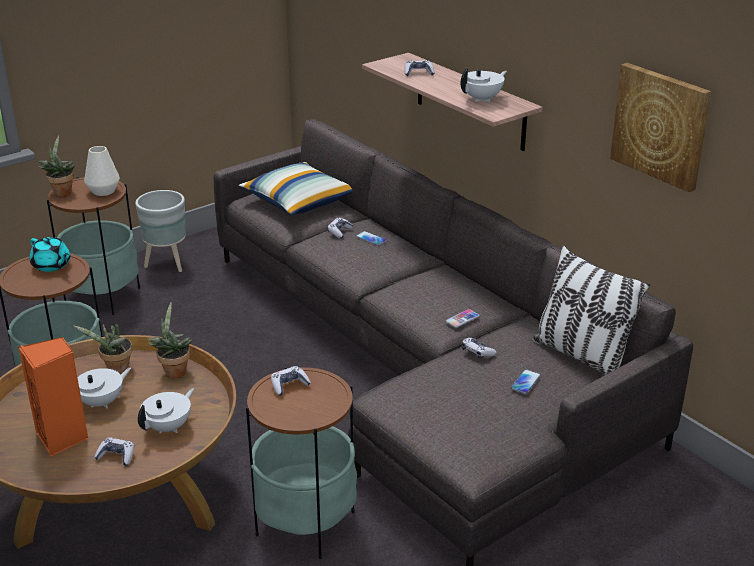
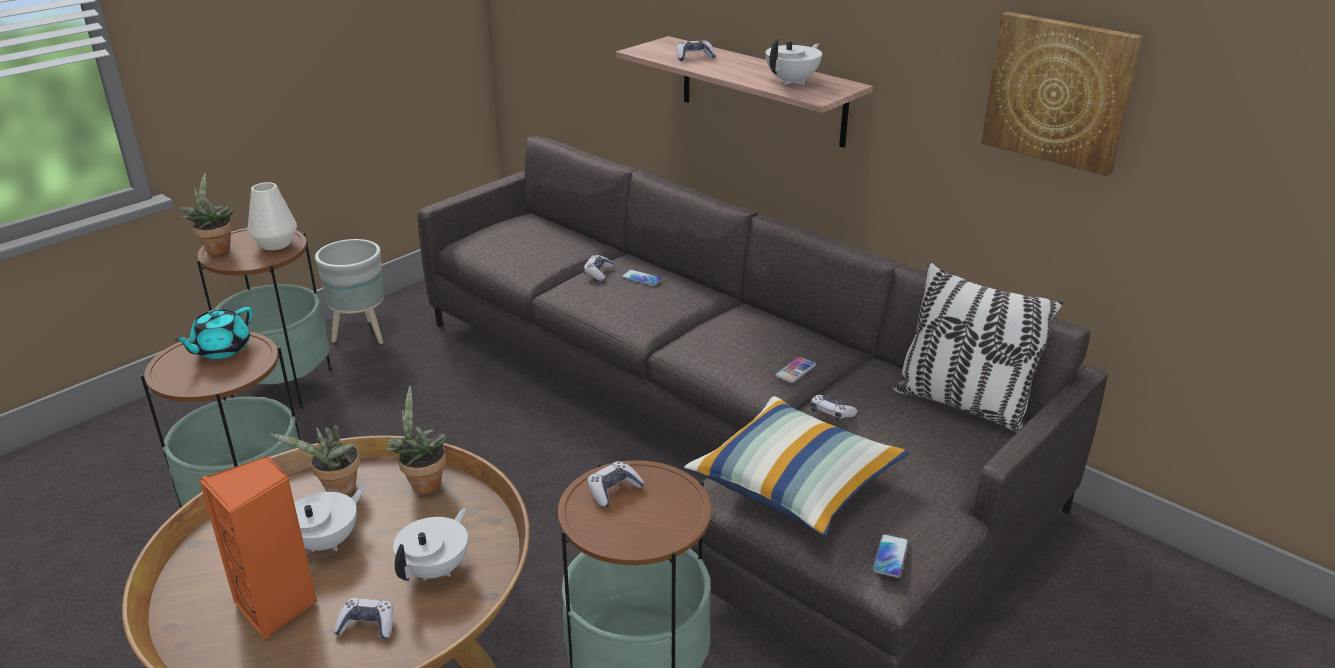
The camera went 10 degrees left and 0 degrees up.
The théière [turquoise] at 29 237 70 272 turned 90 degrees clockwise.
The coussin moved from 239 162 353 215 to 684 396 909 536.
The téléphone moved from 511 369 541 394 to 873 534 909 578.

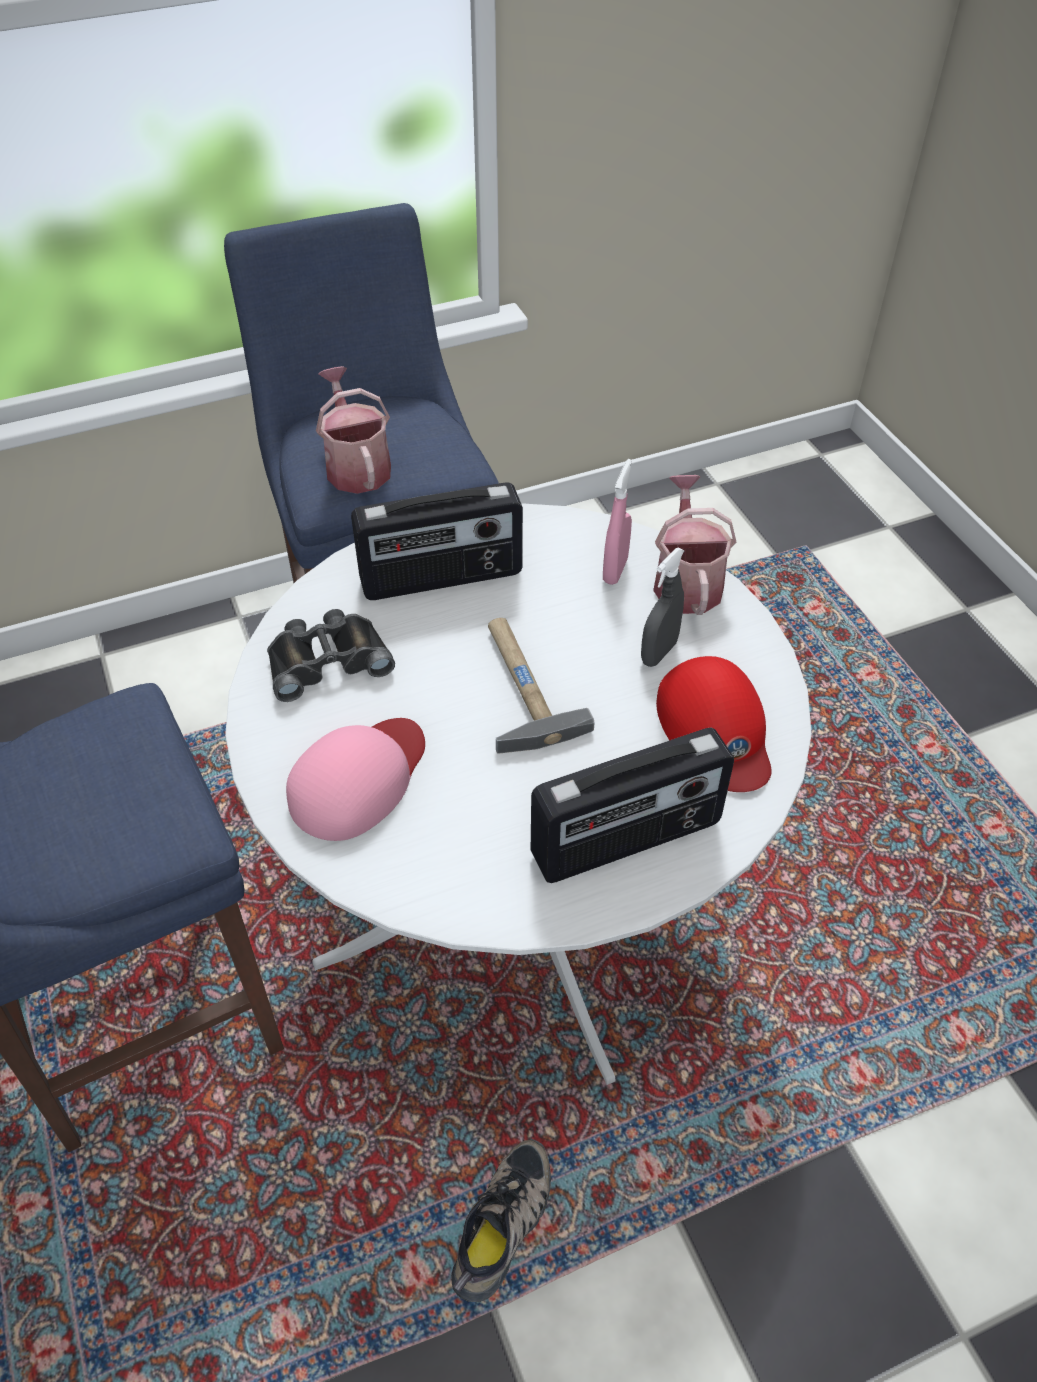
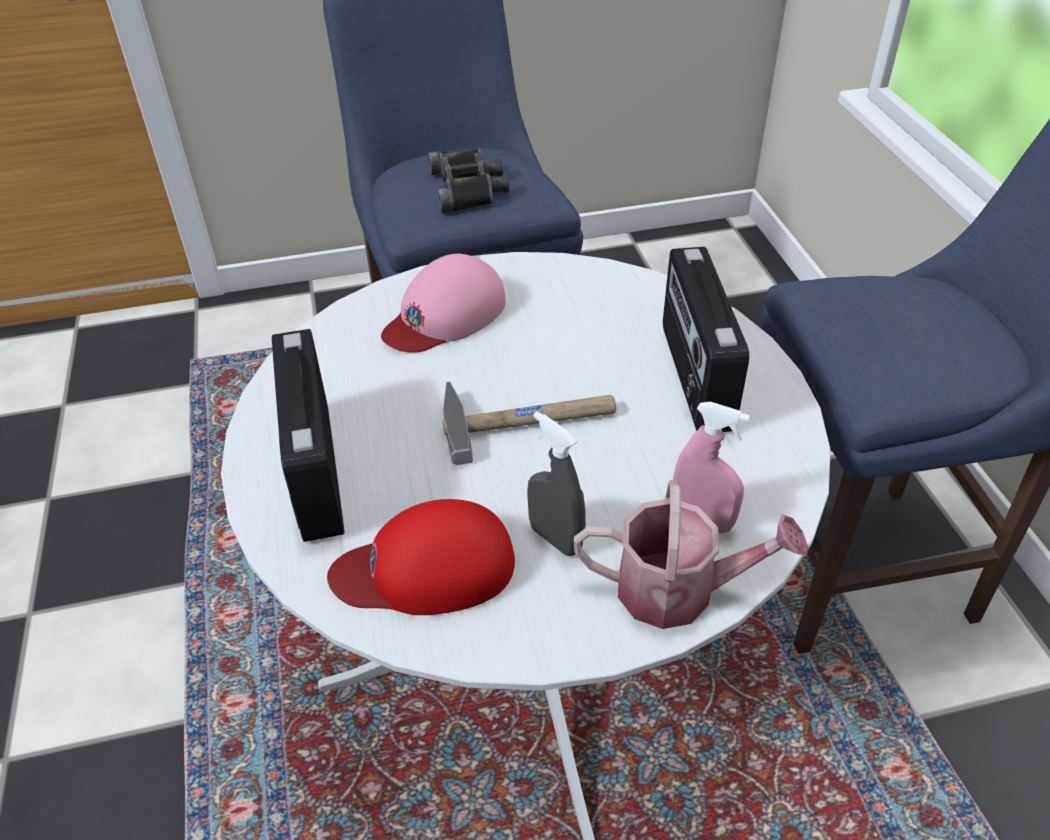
The camera went 100 degrees right and 5 degrees down.
The jumelles [noir] moved from 267 609 395 702 to 428 148 509 213.
The casquette [rose] at 286 718 425 841 turned 90 degrees clockwise.
The arrosoir at 316 366 391 494 disappeared.
The chaussure at 451 1138 551 1302 disappeared.

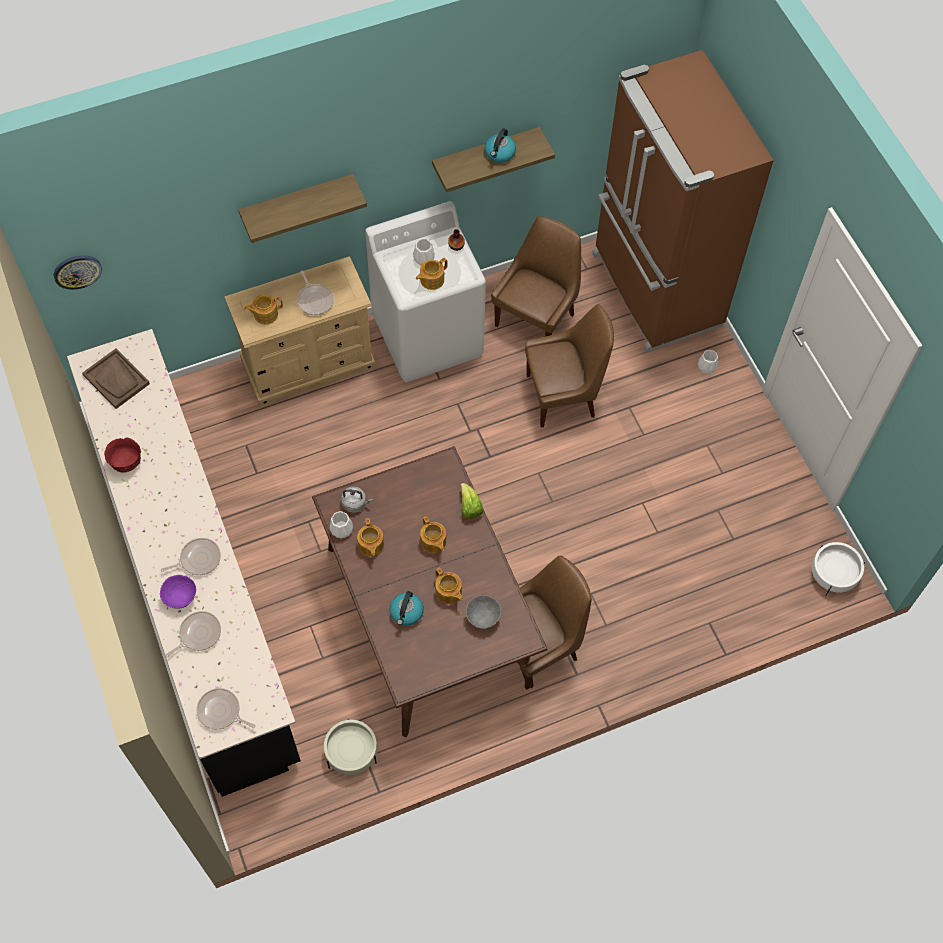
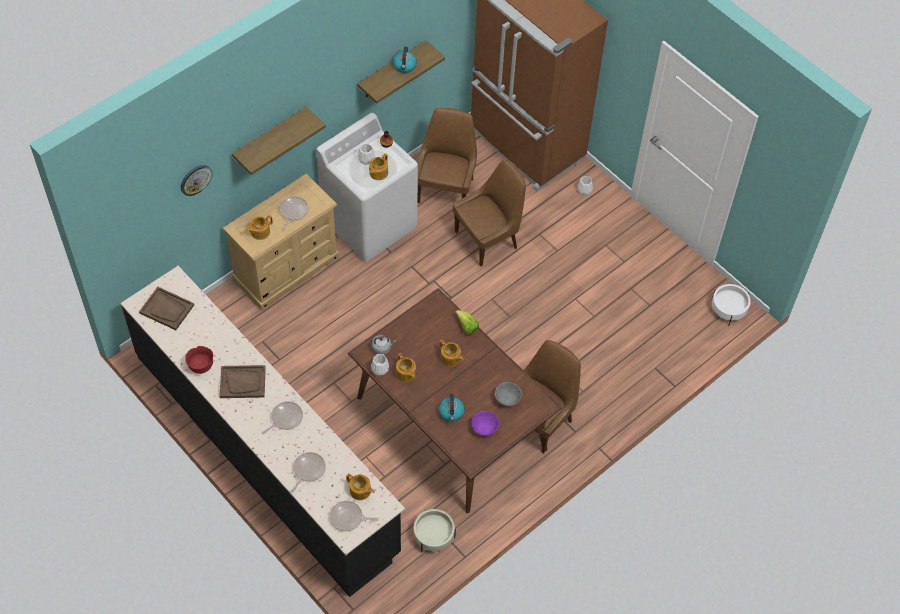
The camera went 20 degrees left and 5 degrees down.
The horloge murale moved from 54 255 102 290 to 181 165 213 196.
The bol [violet] moved from 160 575 196 609 to 472 411 499 436.
The poêle at 297 270 334 315 turned 120 degrees counterclockwise.
The théière moved from 435 568 463 604 to 346 473 375 500.
The plateau [marron] at 220 365 266 398 appeared.

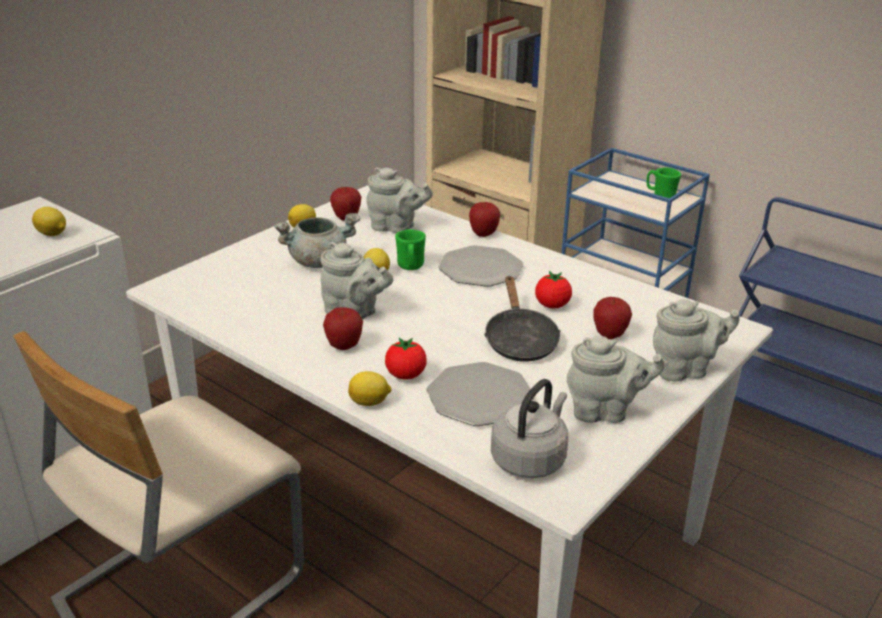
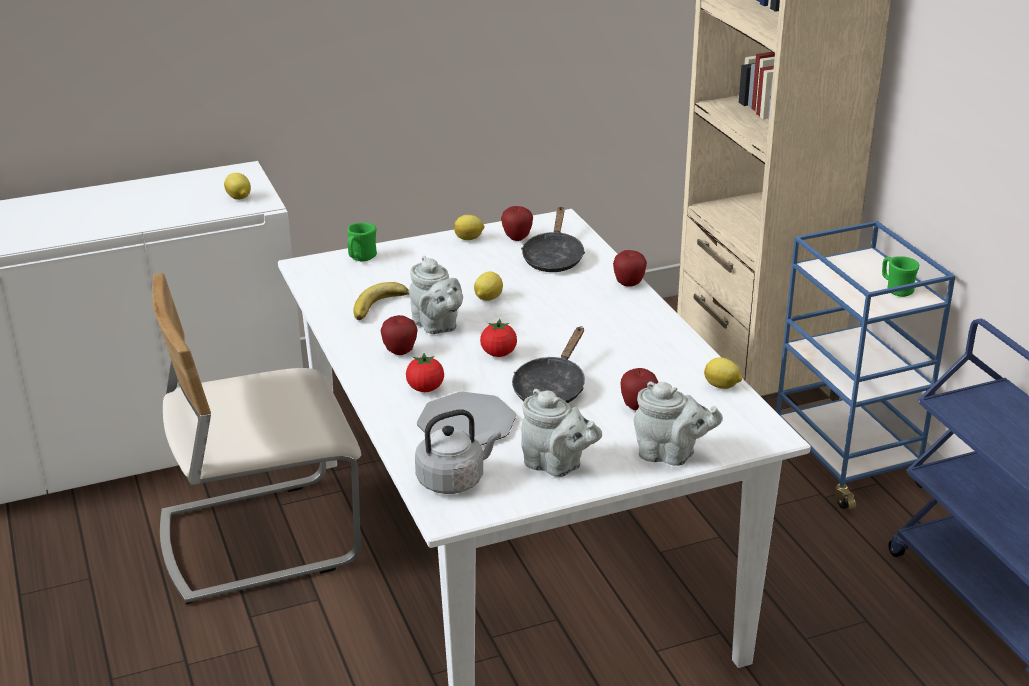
The camera went 30 degrees right and 0 degrees up.
The marmite [gris] at 274 213 360 268 disappeared.
The citron moved from 348 371 392 406 to 704 357 742 389.
The théière [gris] at 366 167 433 233 was replaced by the poêle [noir] at 521 207 585 272.
The mug [vert] moved from 395 229 426 270 to 347 223 377 262.
The assiette at 438 245 523 287 disappeared.
The tomate moved from 535 271 572 309 to 480 319 517 357.
The banane at 353 282 410 320 appeared.

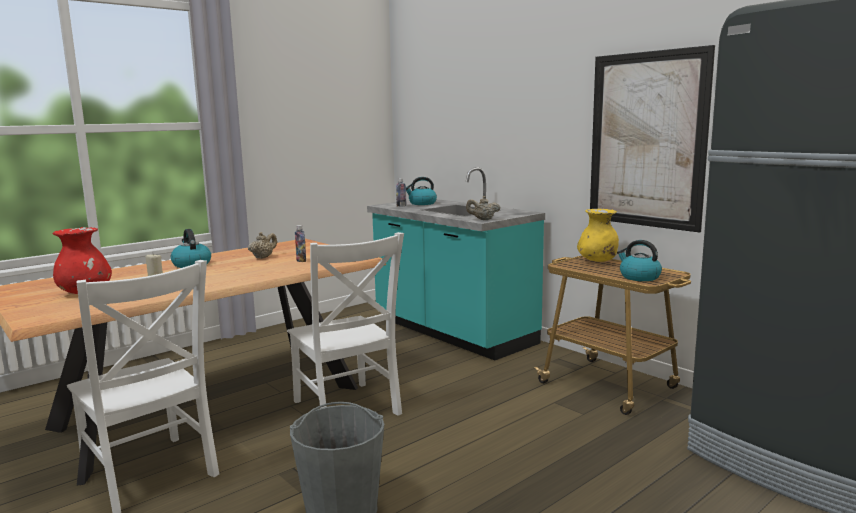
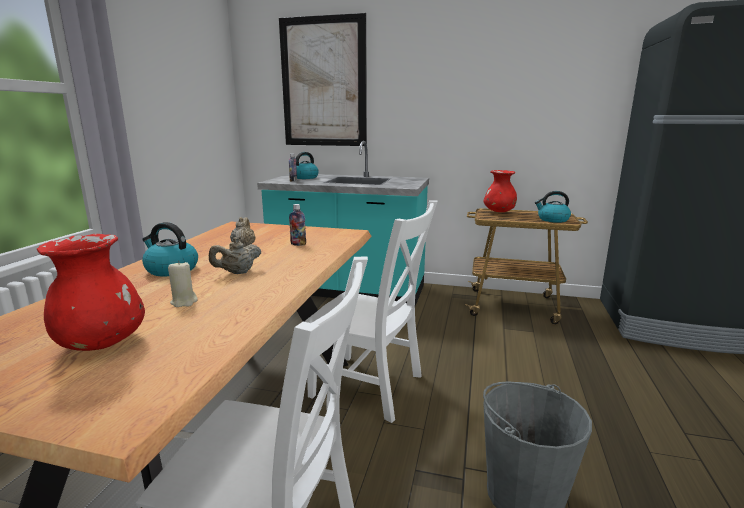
The camera went 35 degrees left and 5 degrees up.
The théière [beige] moved from 466 196 501 220 to 209 237 261 274.
The vase [jaune] at 577 209 619 262 became the vase [rouge] at 483 170 517 212.
The tableau moved from 590 45 715 233 to 279 13 367 146.

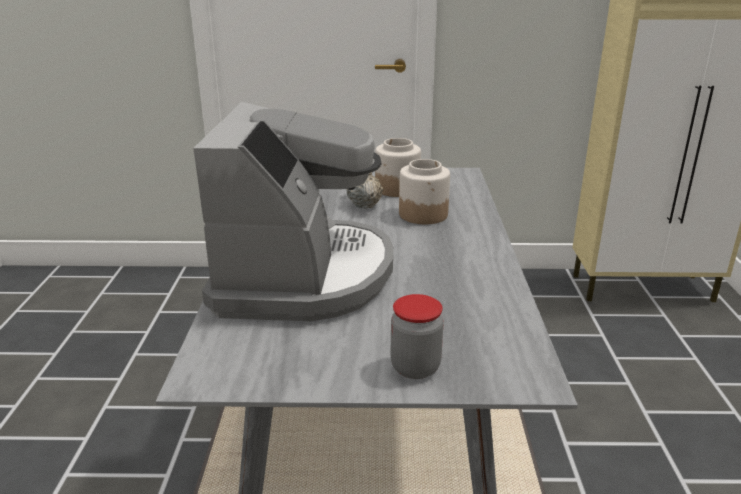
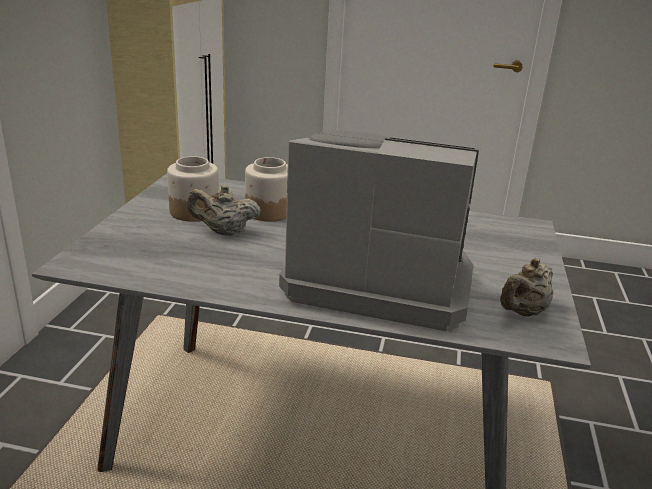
The camera went 80 degrees left and 0 degrees up.
The bocal at 390 294 444 379 disappeared.
The théière [beige] at 500 258 553 317 appeared.

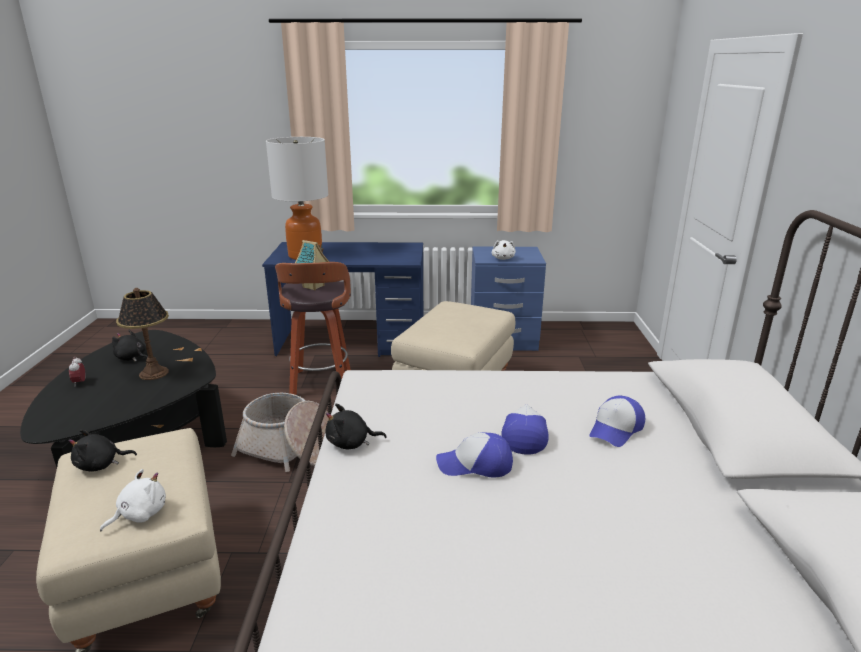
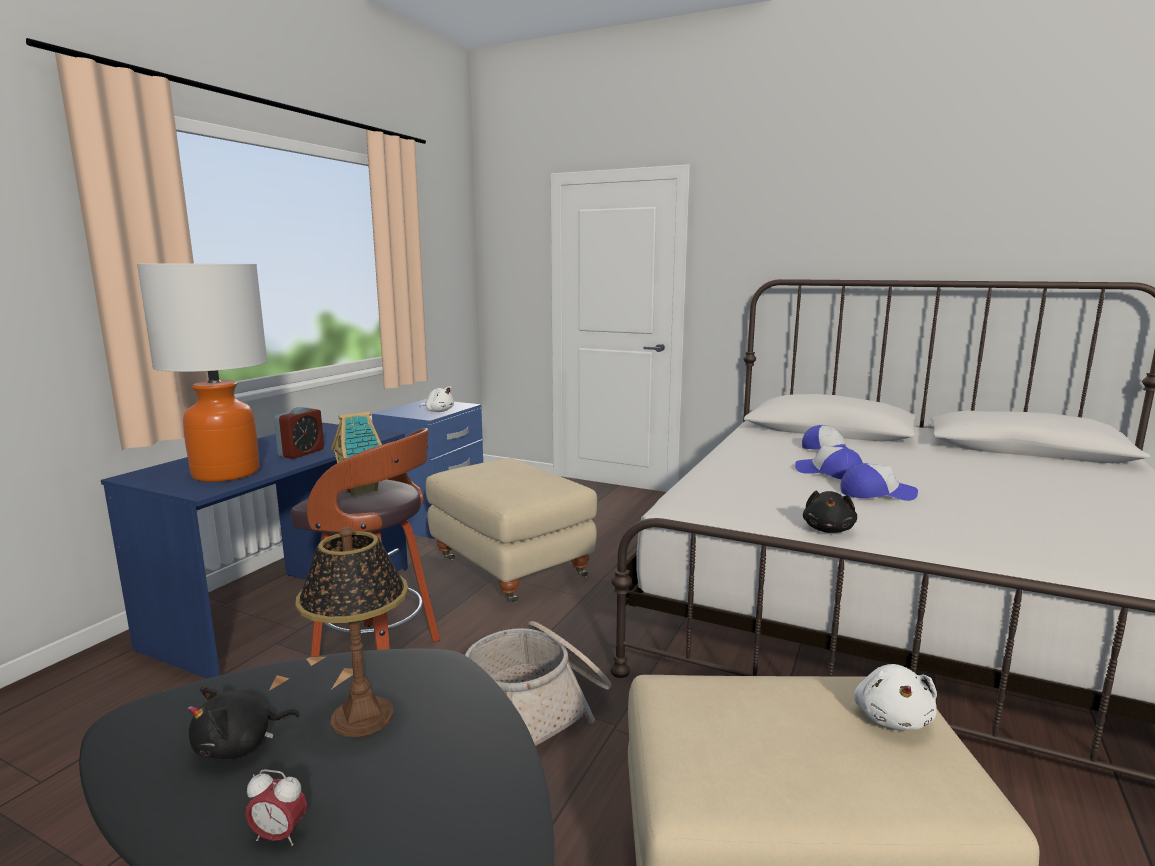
The camera went 65 degrees left and 10 degrees down.
The peluche [noir] at 68 430 137 471 disappeared.
The peluche [blanc] at 100 469 166 531 turned 150 degrees counterclockwise.
The casquette at 436 432 513 478 turned 105 degrees counterclockwise.
The réveil at 274 407 324 459 appeared.

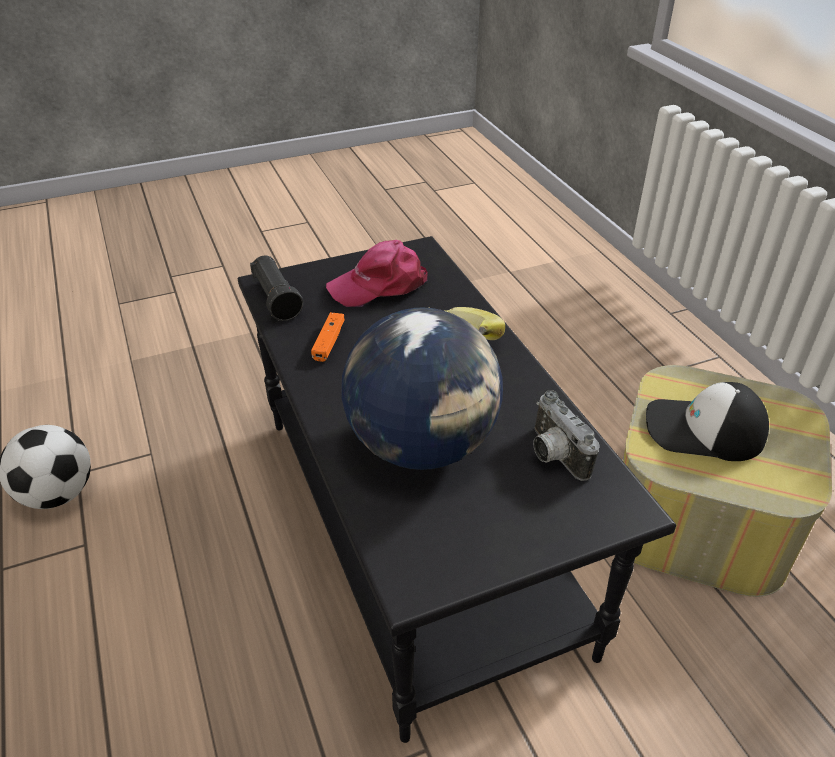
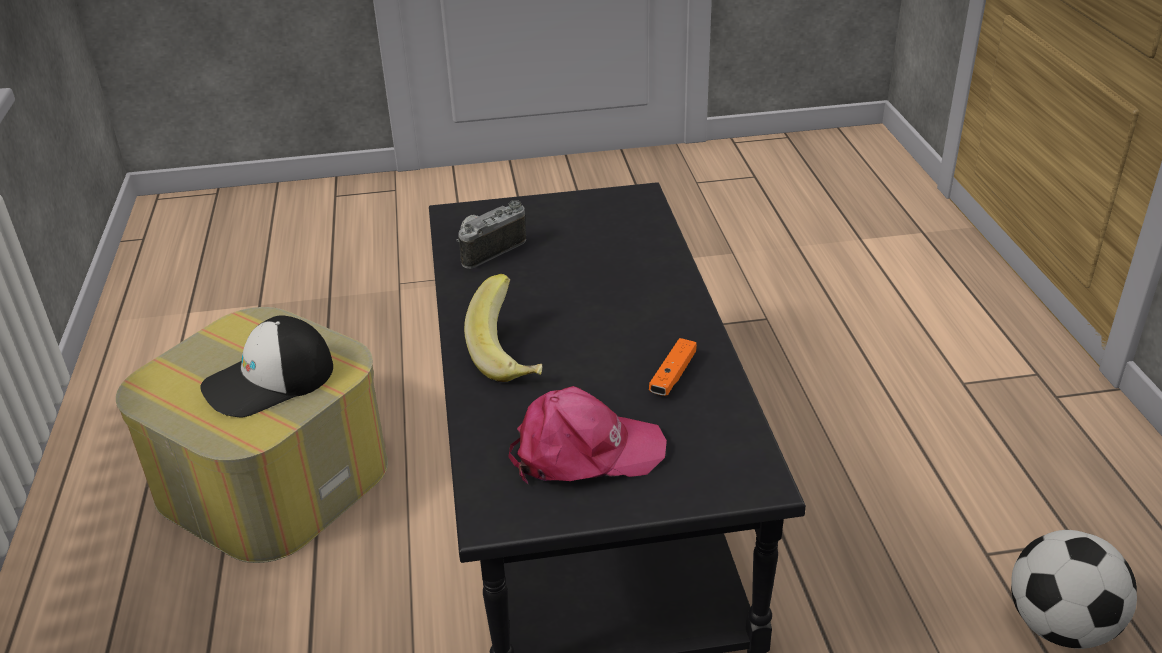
The camera went 165 degrees left and 5 degrees down.
The lampe de poche [noir] at 250 255 303 321 disappeared.
The globe at 341 307 503 470 disappeared.
The appareil photo at 533 390 600 481 turned 120 degrees counterclockwise.
The casquette at 646 382 769 461 turned 120 degrees clockwise.

